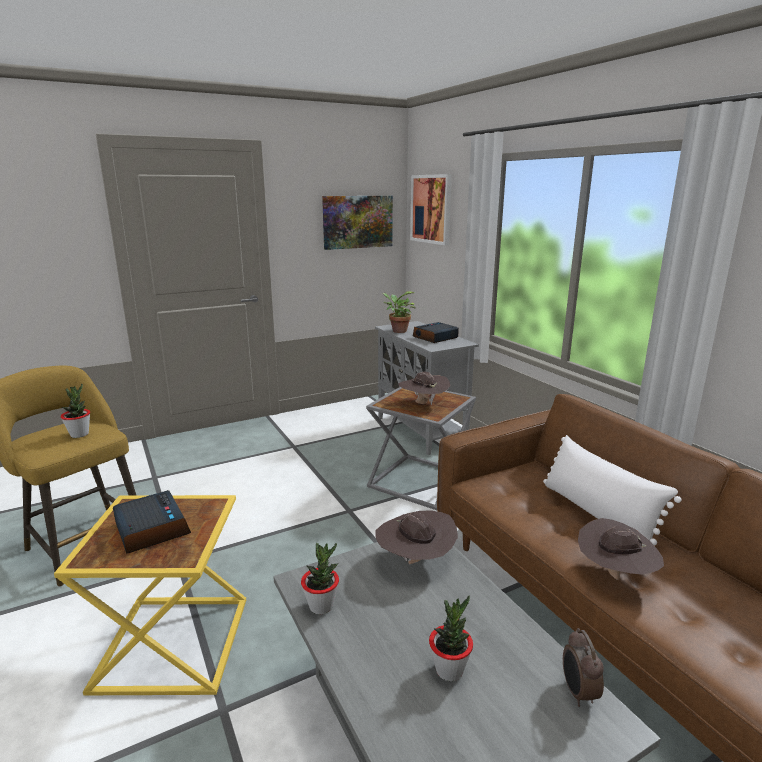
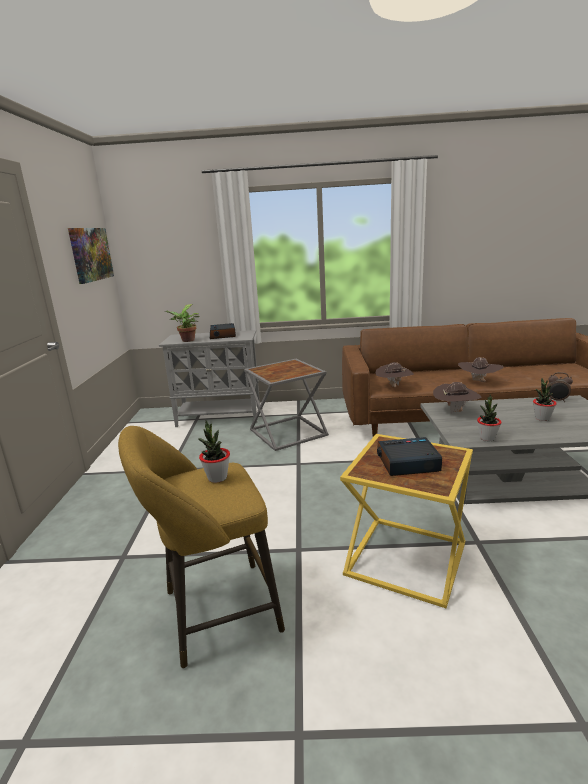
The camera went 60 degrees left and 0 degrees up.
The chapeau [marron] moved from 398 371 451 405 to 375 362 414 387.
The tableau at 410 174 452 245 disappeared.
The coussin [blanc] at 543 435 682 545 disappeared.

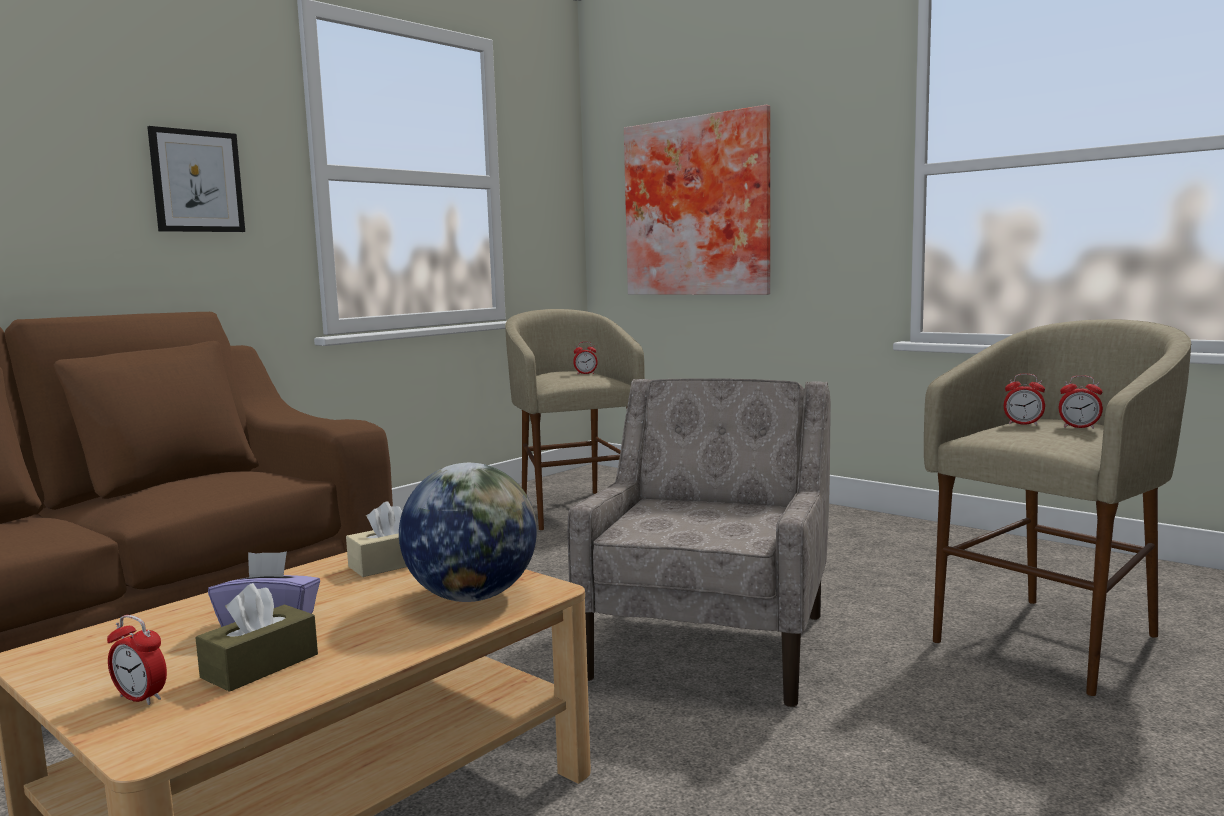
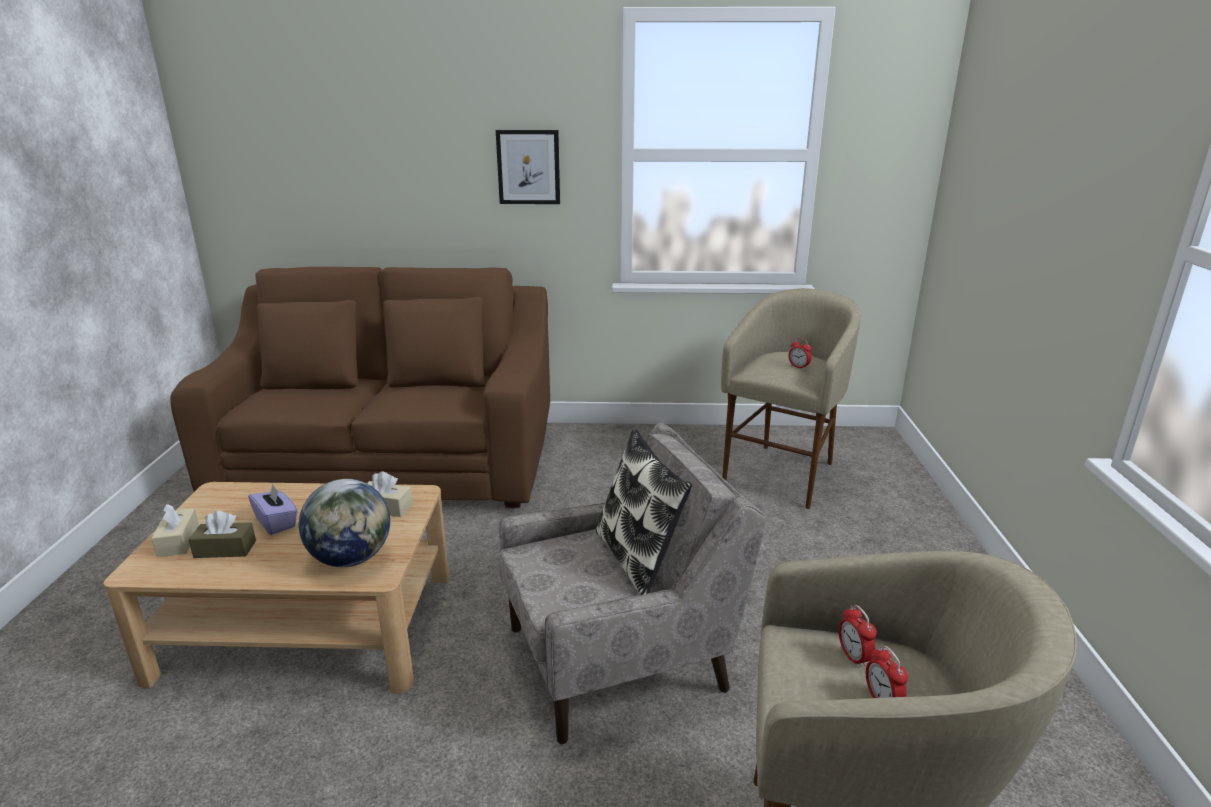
The camera went 50 degrees right and 15 degrees up.
The réveil at 107 615 167 705 was replaced by the boîte à mouchoirs [beige] at 151 504 199 557.
The tableau at 624 105 770 295 disappeared.
The coussin at 596 429 692 595 appeared.

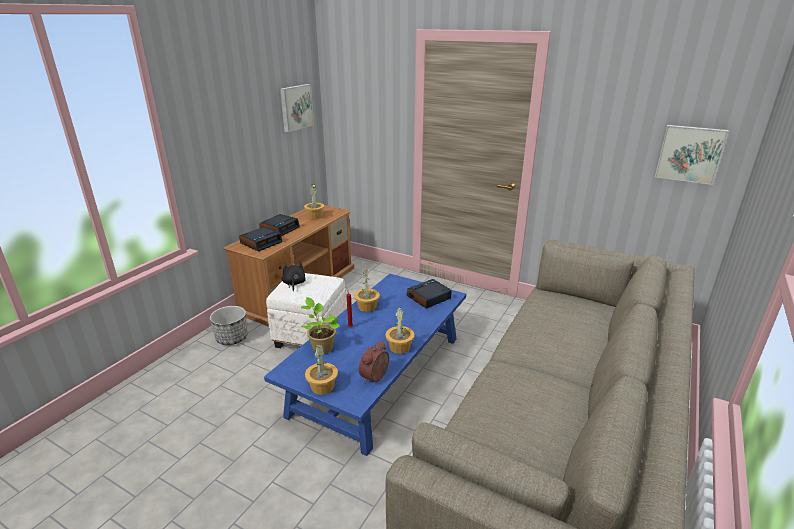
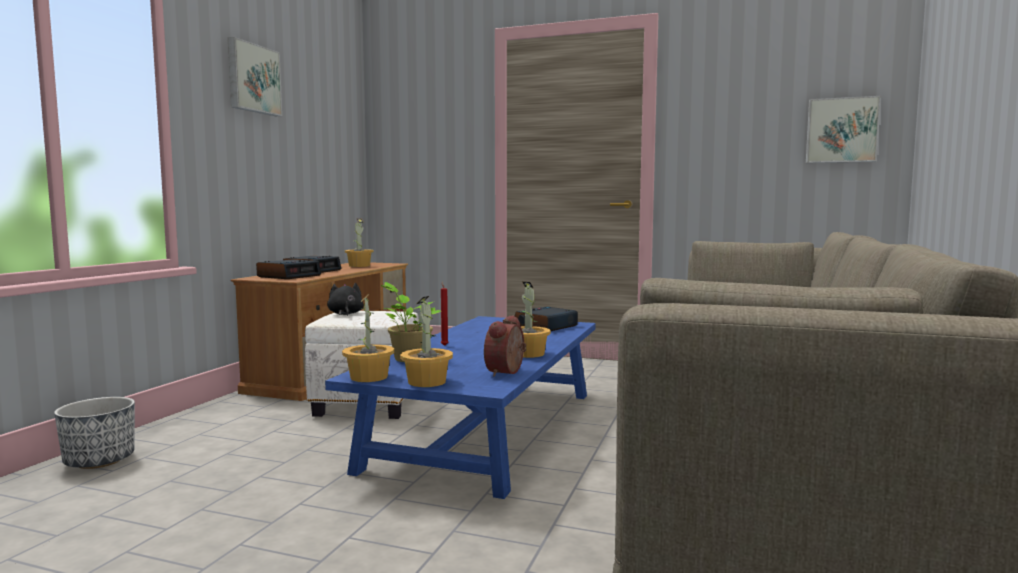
The camera went 10 degrees left and 20 degrees down.
The cache-pot moved from 210 306 248 345 to 54 397 135 469.
The tableau moved from 280 84 314 132 to 228 37 282 116.
The plante en pot moved from 354 270 380 312 to 342 294 394 382.

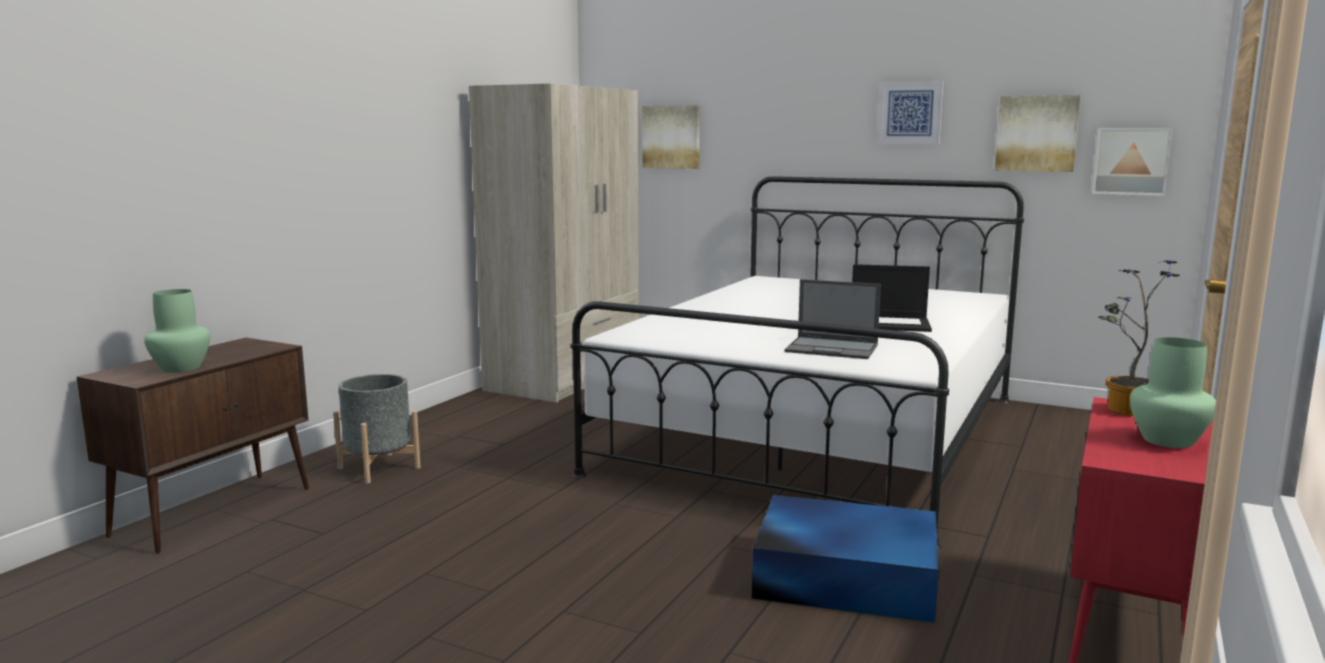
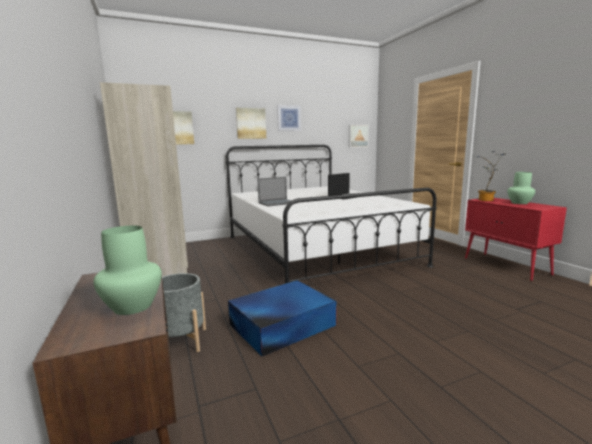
The camera went 50 degrees left and 0 degrees up.
The boîte de rangement [bleu] moved from 752 495 939 623 to 228 280 336 356.
The ordinateur portable moved from 785 279 881 359 to 257 177 296 207.
The tableau moved from 995 95 1081 172 to 236 108 266 139.

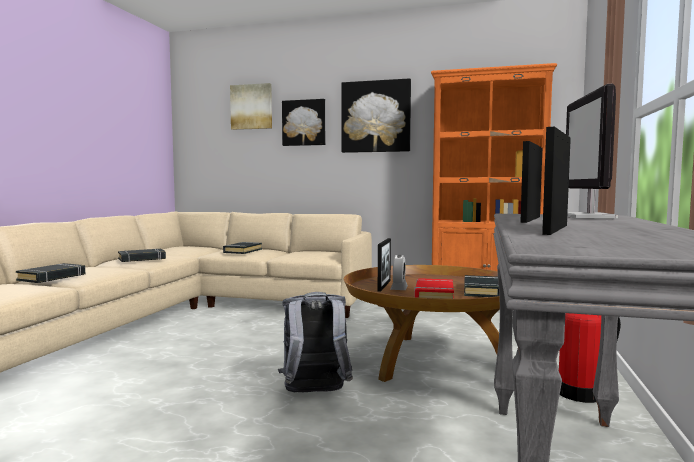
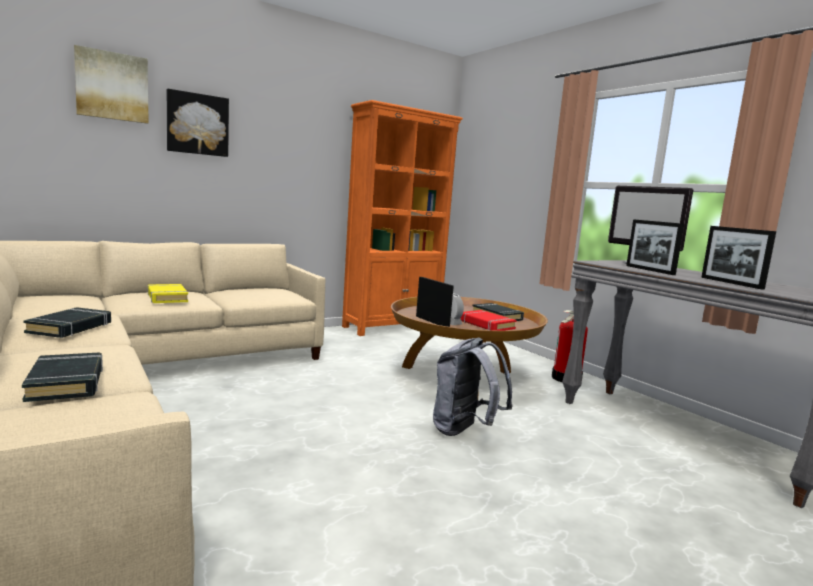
The camera went 50 degrees left and 5 degrees up.
The livre [noir] at 223 242 262 254 became the livre [jaune] at 148 284 188 303.
The tableau at 341 78 411 153 disappeared.

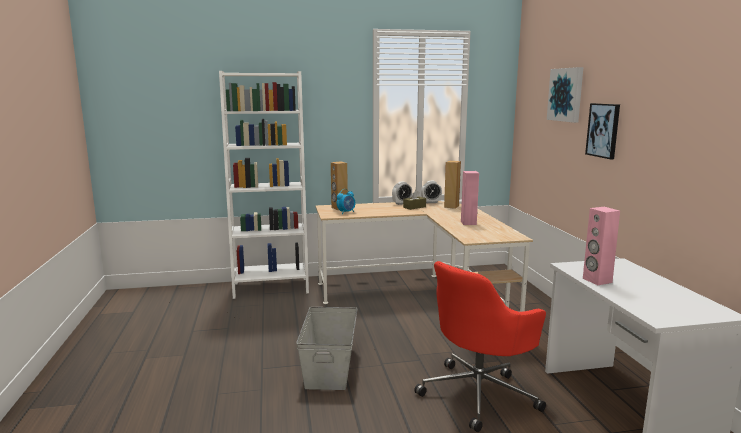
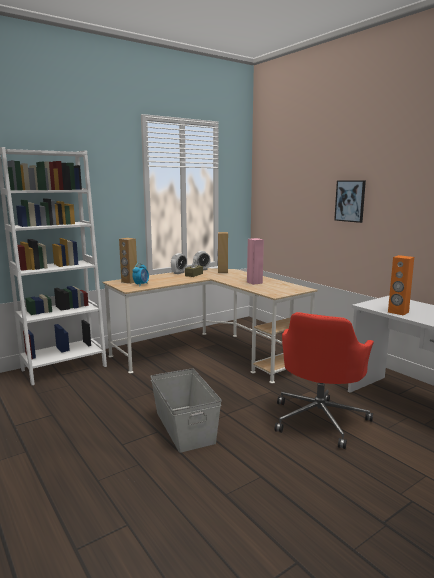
The camera went 25 degrees left and 0 degrees up.
The tableau at 547 67 583 123 disappeared.
The enceinte [rose] at 583 207 620 285 became the enceinte [orange] at 388 255 414 316.

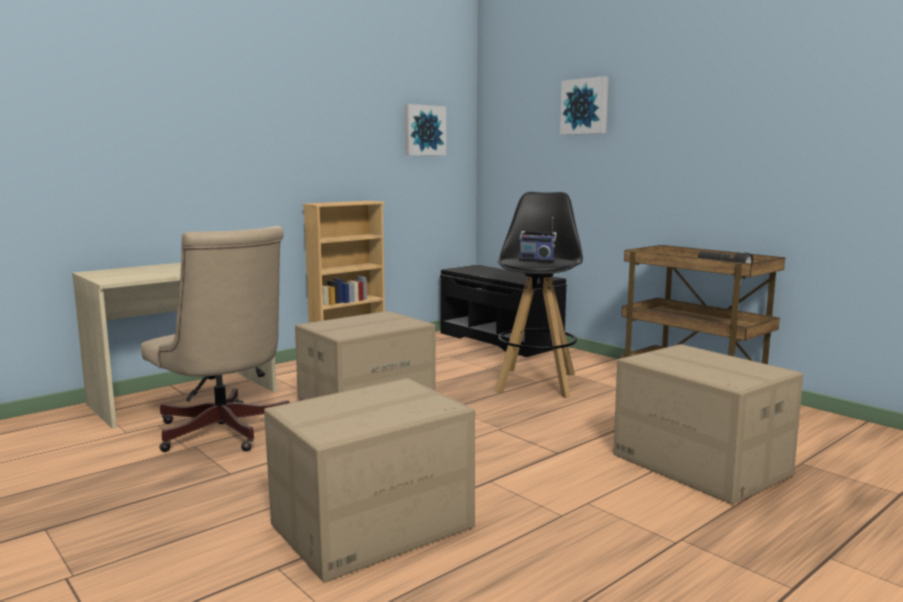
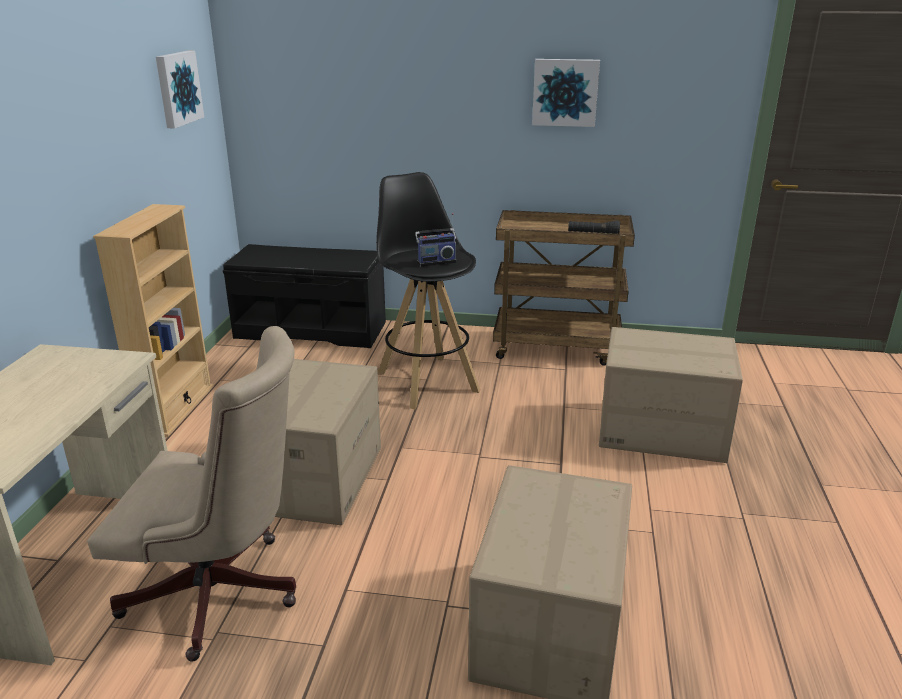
The camera went 40 degrees left and 15 degrees up.
The tableau moved from 560 76 609 135 to 532 59 600 127.

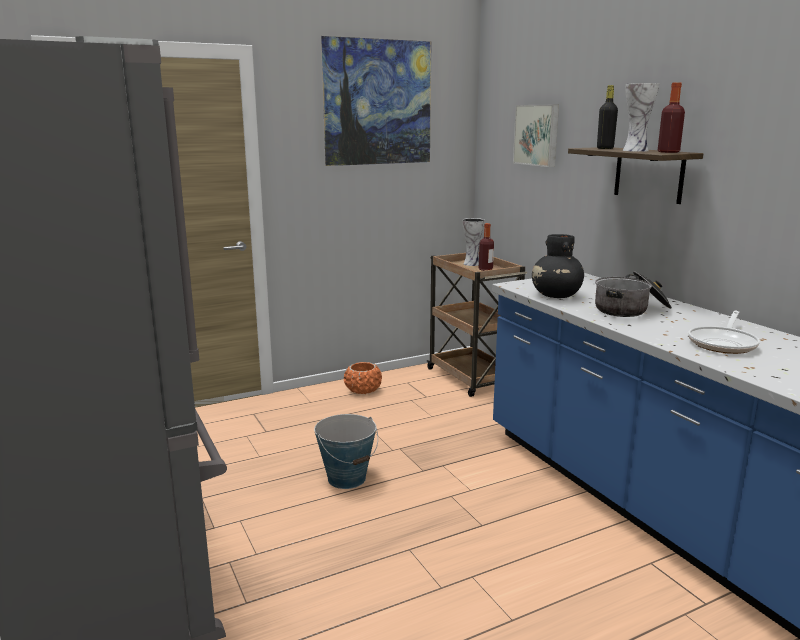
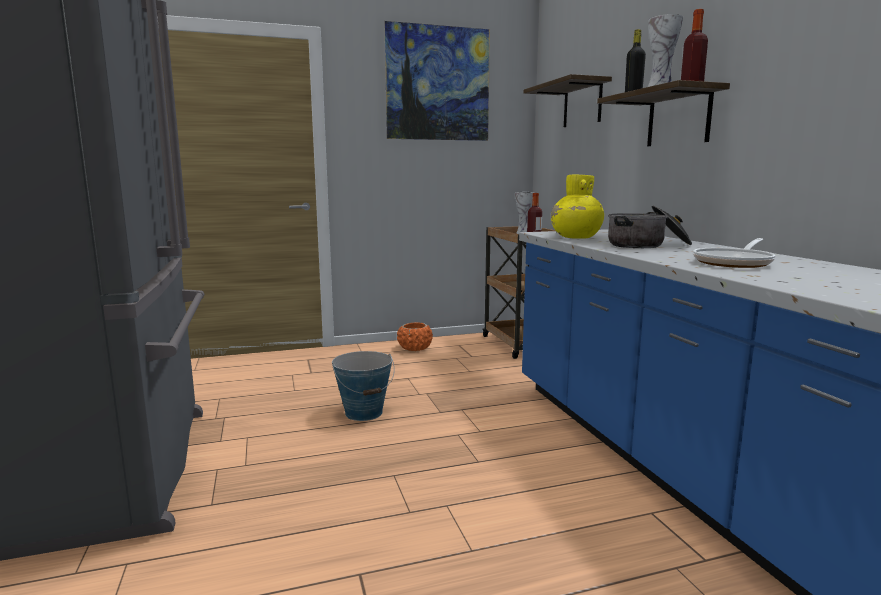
The camera went 10 degrees right and 5 degrees down.
The tableau at 513 105 559 167 was replaced by the étagère at 524 74 612 127.
The vase [noir] at 532 234 584 298 became the vase [jaune] at 551 175 604 239.

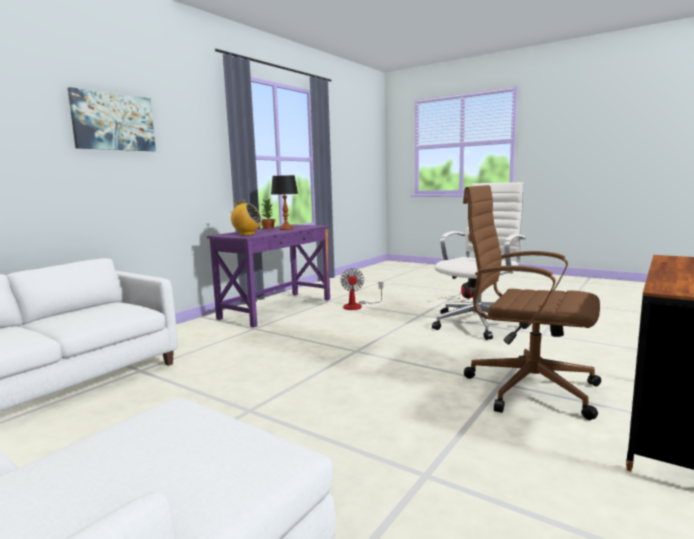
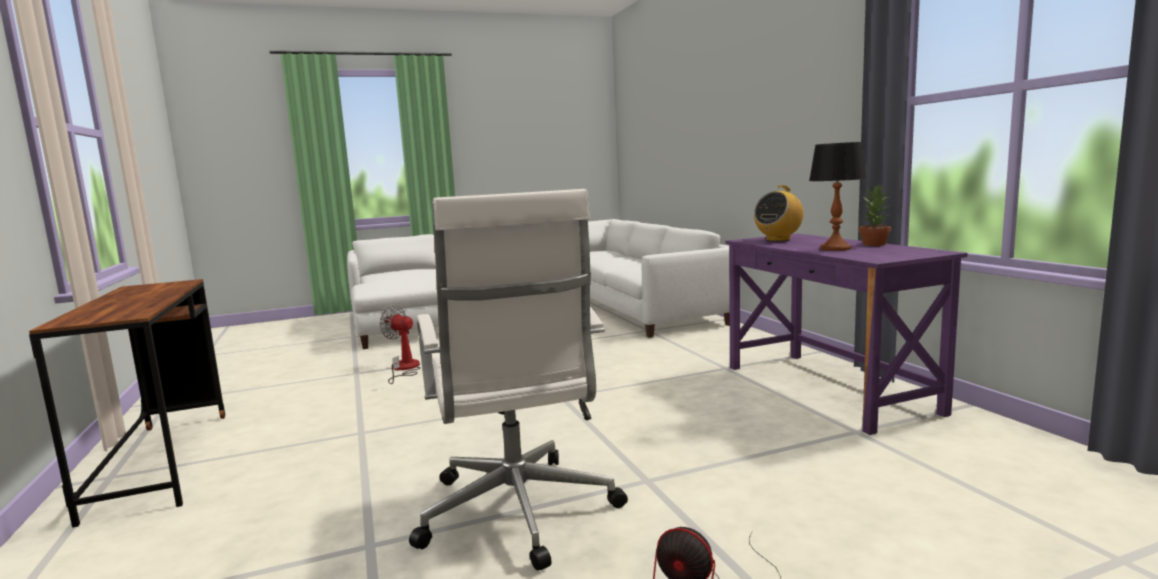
The camera went 125 degrees right and 0 degrees up.
The tableau at 68 87 156 151 disappeared.
The ventilateur moved from 340 268 383 310 to 379 305 421 384.
The chaise de bureau [marron] at 463 185 601 420 disappeared.

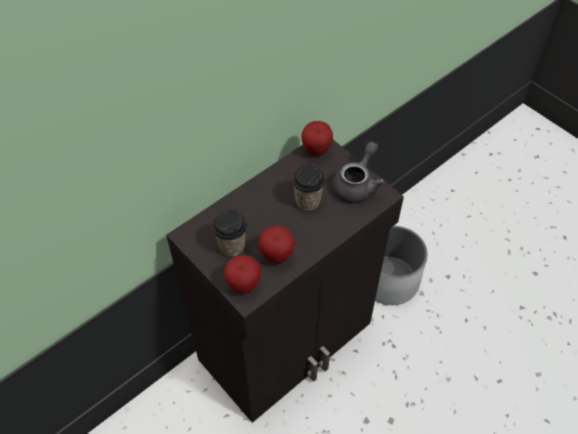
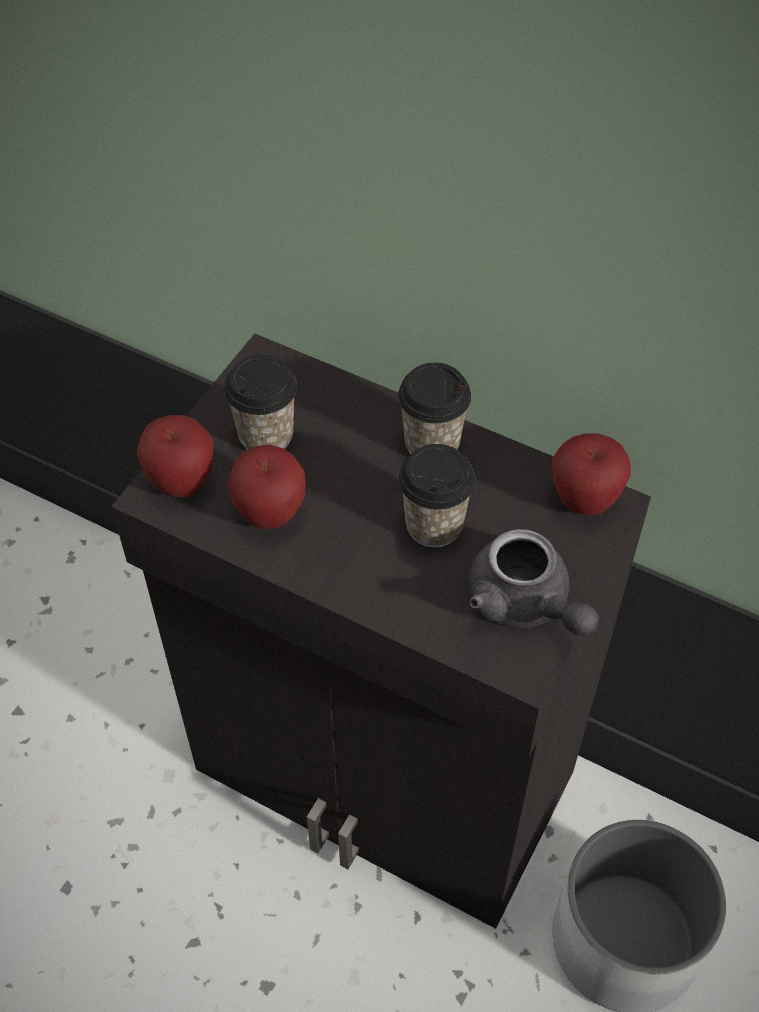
The camera went 70 degrees right and 0 degrees up.
The théière [gris] at 332 141 386 203 turned 45 degrees clockwise.
The tasse at 398 362 471 454 appeared.

